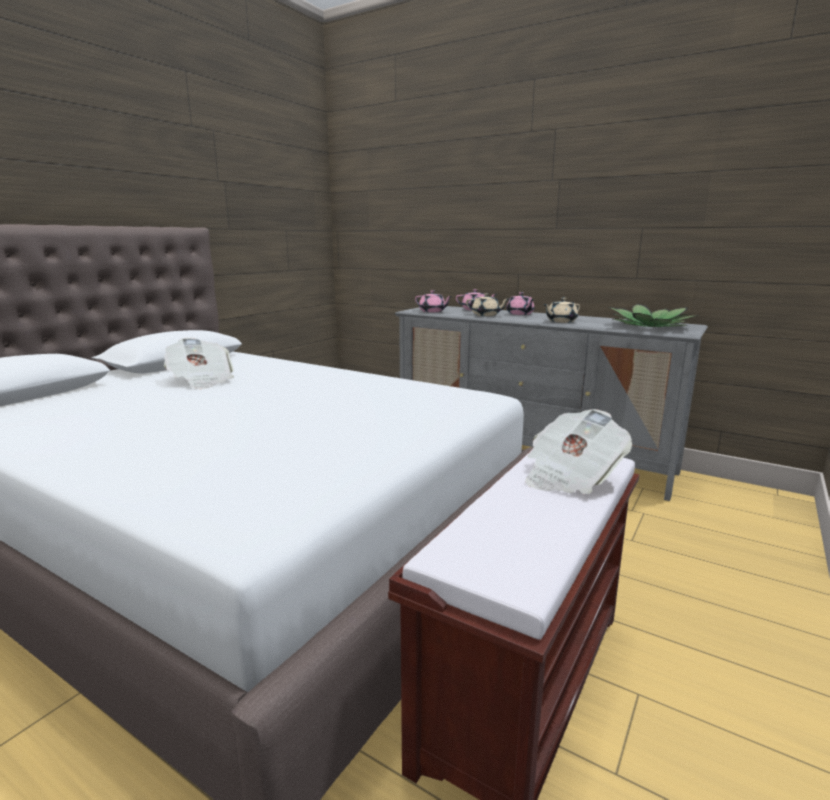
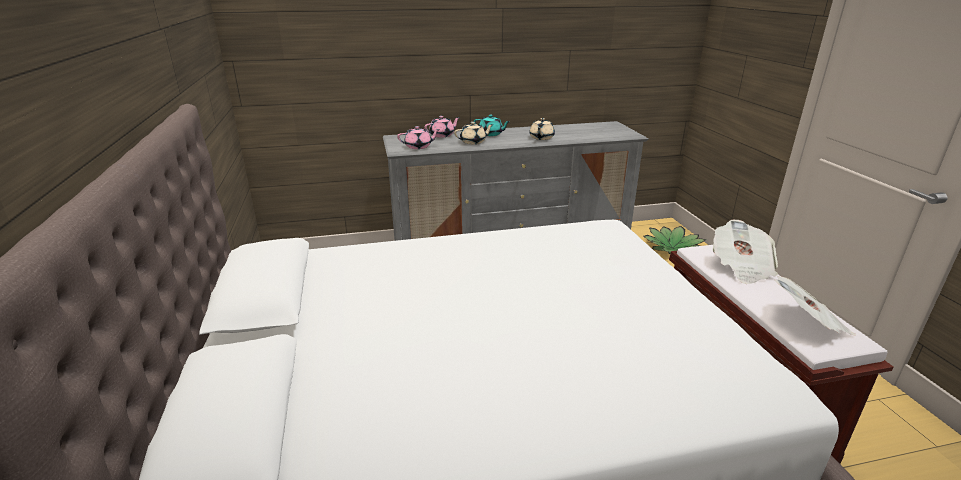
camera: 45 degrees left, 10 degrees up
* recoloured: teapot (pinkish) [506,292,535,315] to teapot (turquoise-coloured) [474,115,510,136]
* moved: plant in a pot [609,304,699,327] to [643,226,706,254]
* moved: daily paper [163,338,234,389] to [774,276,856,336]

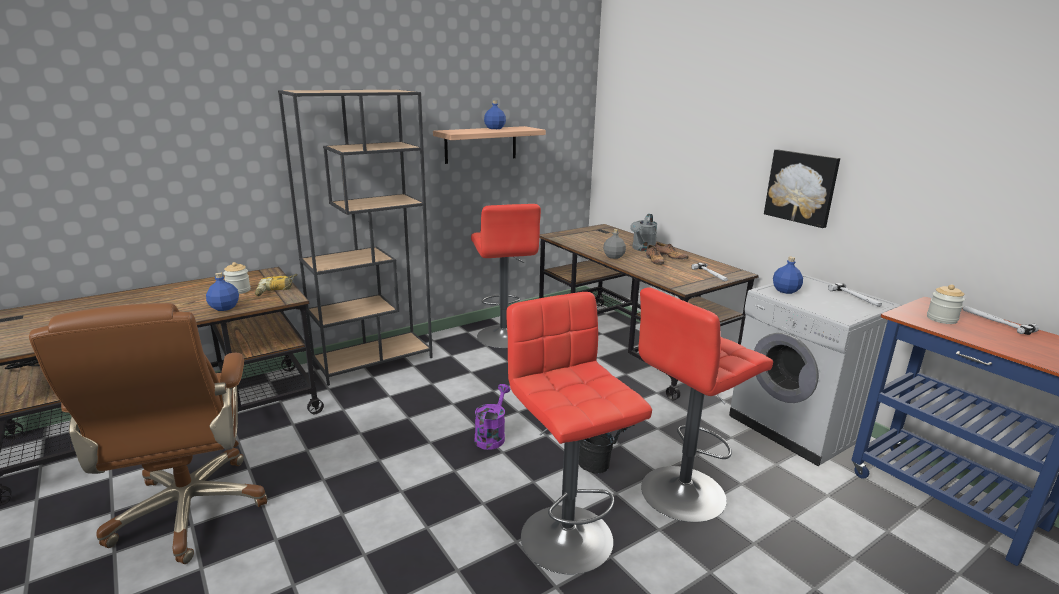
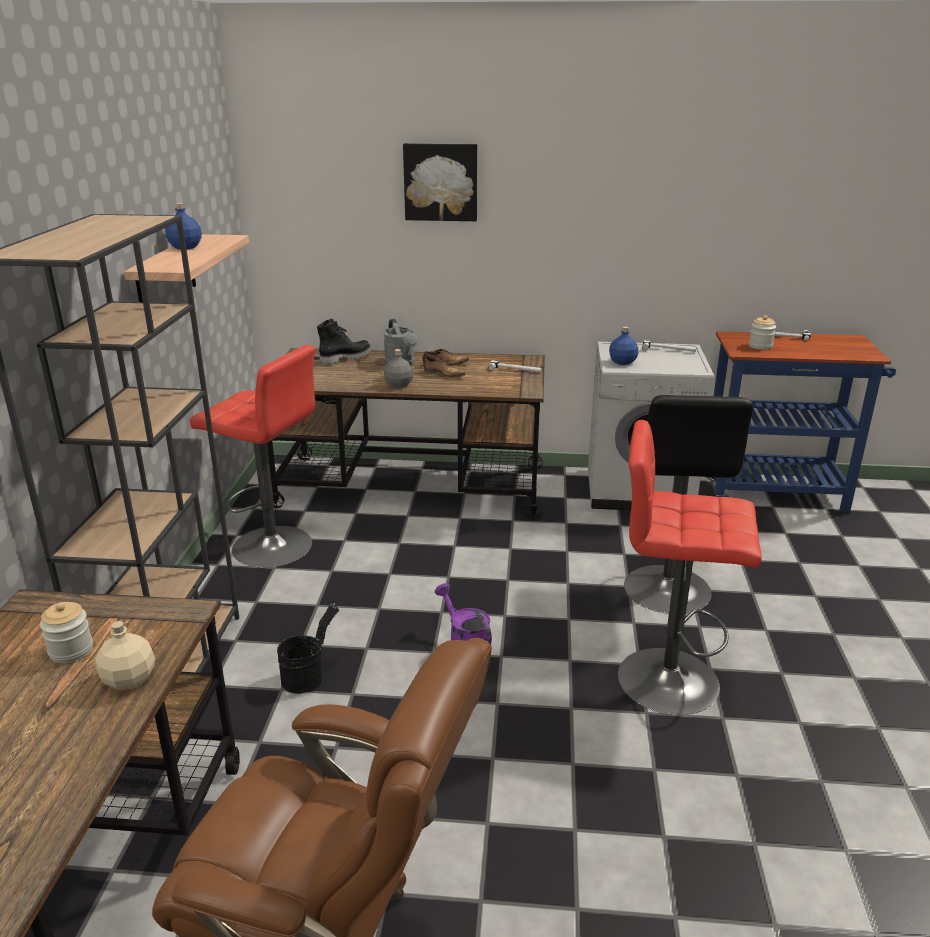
camera: 50 degrees left, 5 degrees up
* moved: wall art [764,149,840,228] to [403,143,478,221]
* recoloured: drink bottle (blue) [206,272,239,311] to drink bottle (beige-coloured) [95,621,155,690]
* removed: power drill [255,274,298,296]
* recoloured: sitting stool (red-coloured) [638,288,773,522] to sitting stool (blackish) [624,395,753,614]
* moved: bucket (blackish) [579,425,634,474] to [277,603,339,694]
* added: tall boot (blackish) [317,318,372,365]

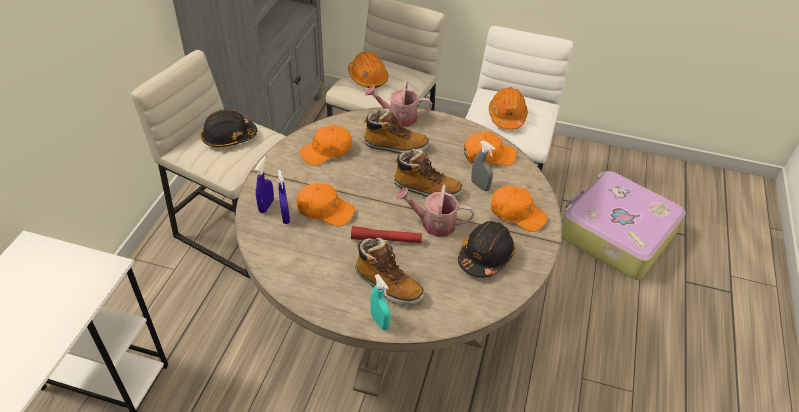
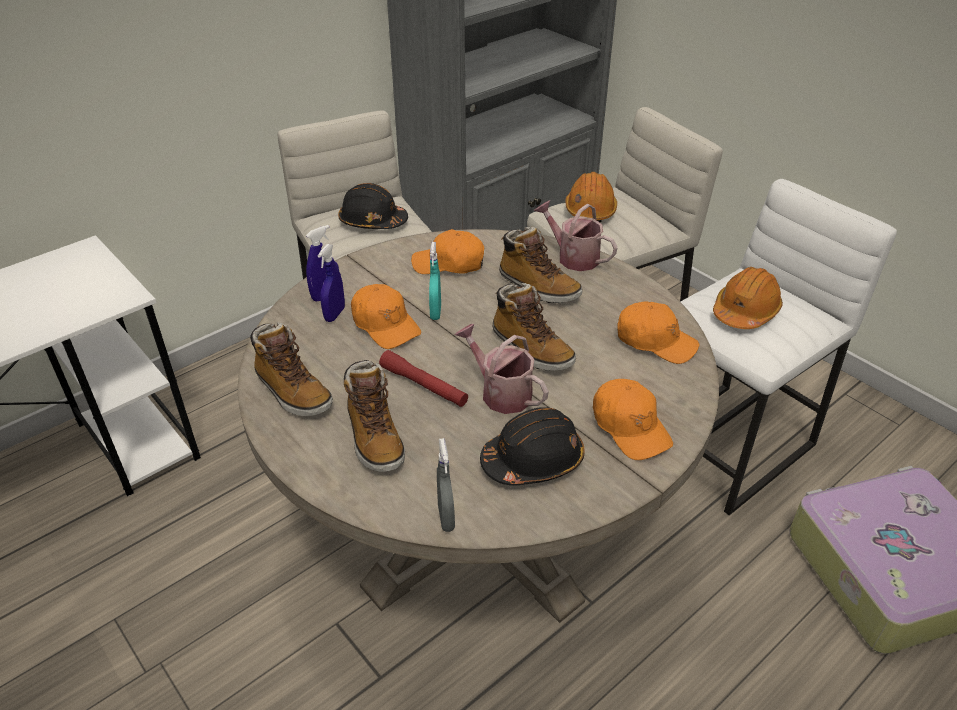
camera: 35 degrees right, 5 degrees down
* moved: hand sprayer (gray) [471,141,495,191] to [437,438,455,532]
* moved: hand sprayer (turquoise-coloured) [370,274,391,330] to [429,242,441,320]
* added: tall boot [250,322,333,416]

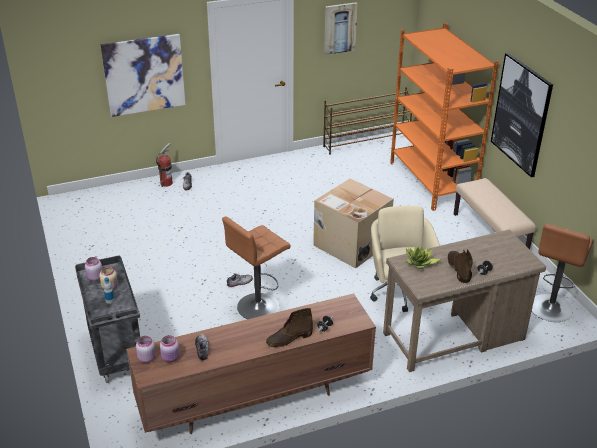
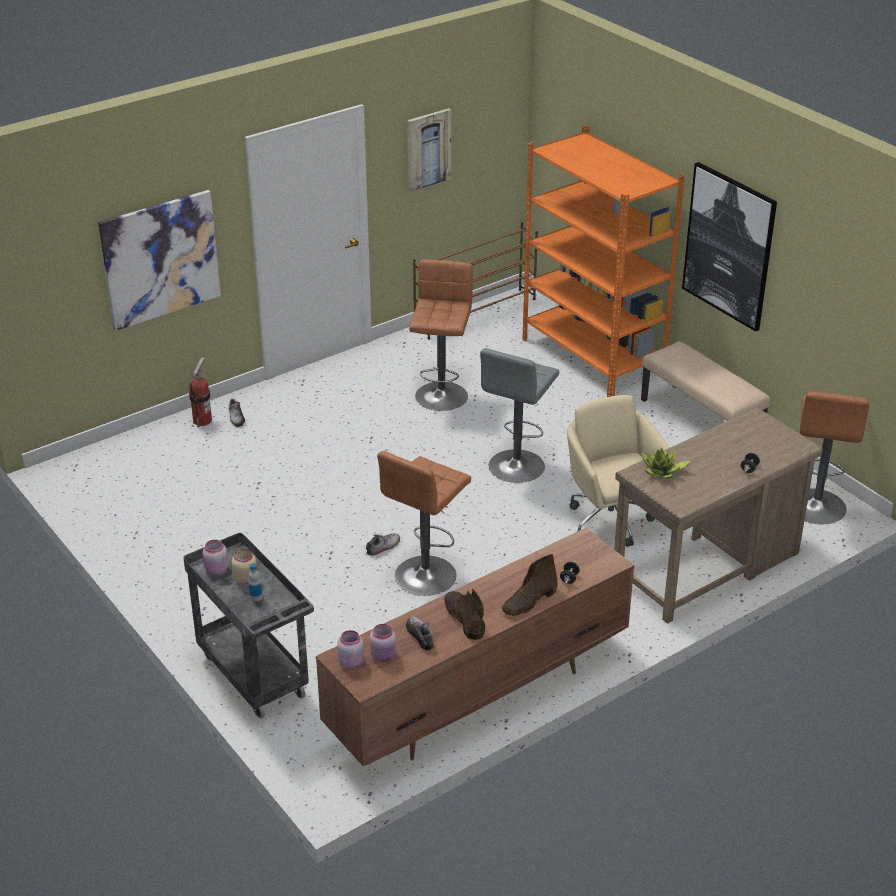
camera: 15 degrees left, 0 degrees up
* replaced: carton [313,178,394,269] to sitting stool (gray) [480,348,559,483]
* moved: tall boot (brown) [448,249,473,283] to [444,589,485,640]
* added: sitting stool (brown) [409,259,473,411]

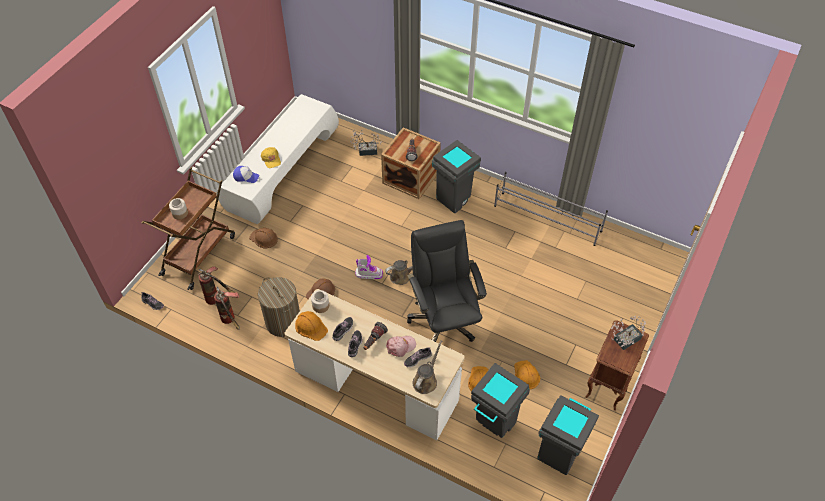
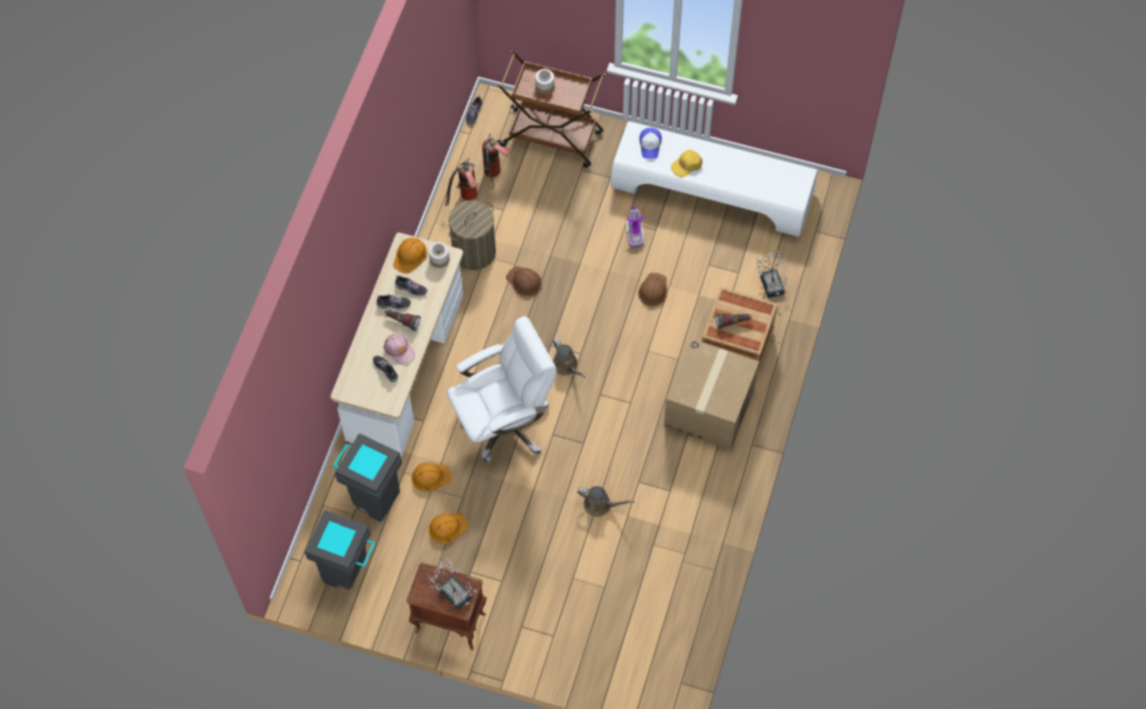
camera: 80 degrees right, 10 degrees up
* replaced: trash can (gray) [432,140,481,213] to carton [664,339,759,450]
* removed: shoe rack (gray) [494,172,608,246]
* recoloured: office chair (blackish) [407,220,487,342] to office chair (whitish) [447,316,557,463]
* moved: work helmet (brown) [249,228,278,249] to [638,273,667,306]
* moved: tall boot [355,255,383,279] to [626,206,644,247]
* moved: sprinkling can (brown) [412,341,442,394] to [577,486,635,517]

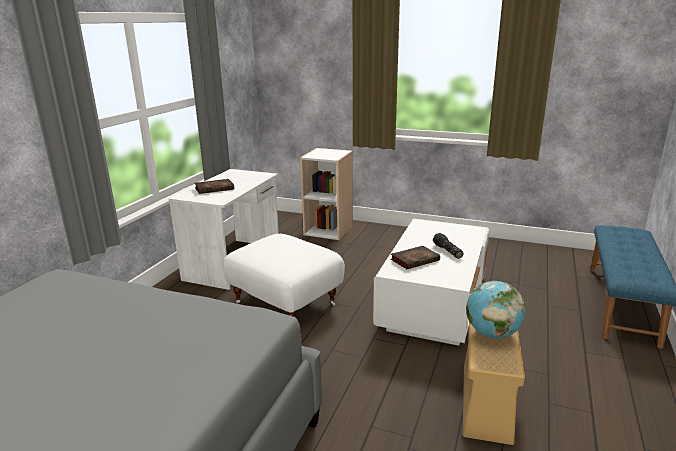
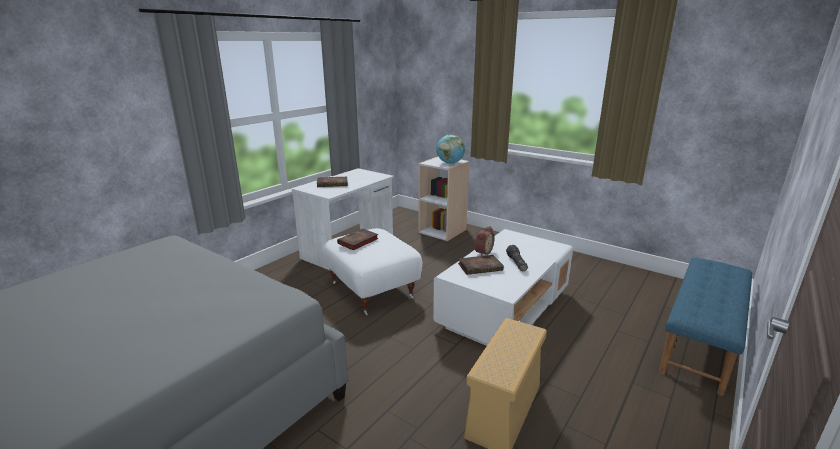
camera: 15 degrees right, 0 degrees up
* moved: world globe [466,281,526,338] to [436,135,465,164]
* added: table clock [475,226,495,256]
* added: bound book [337,229,379,250]

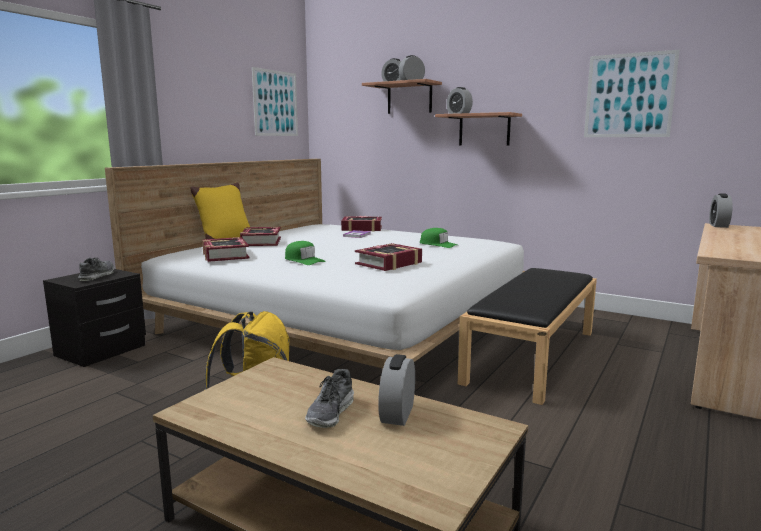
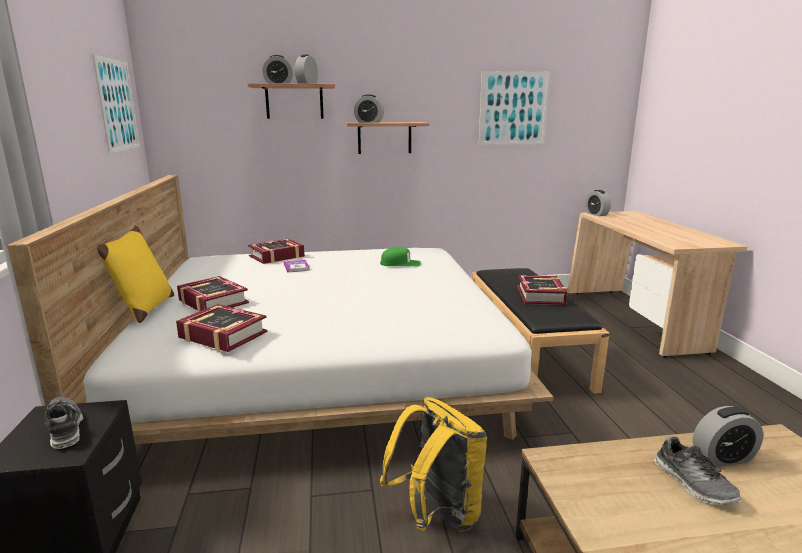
camera: 40 degrees left, 5 degrees up
* removed: cap (greenish) [285,241,326,265]
* moved: bound book [355,243,422,271] to [517,275,568,305]
* turned: table clock [378,354,415,426] = [693,406,764,467] 75 degrees counterclockwise

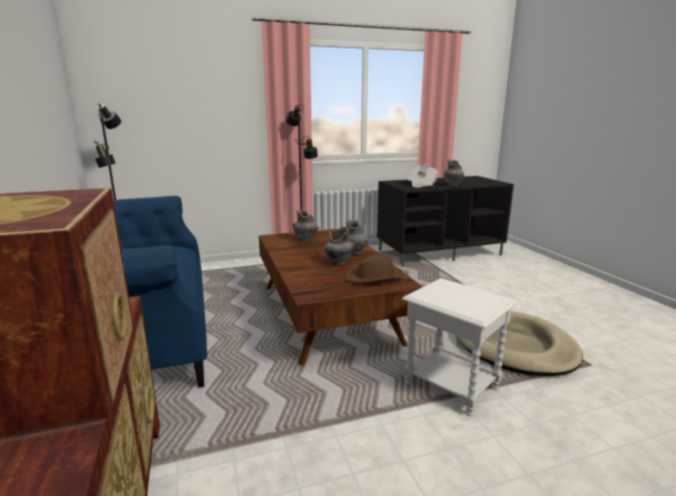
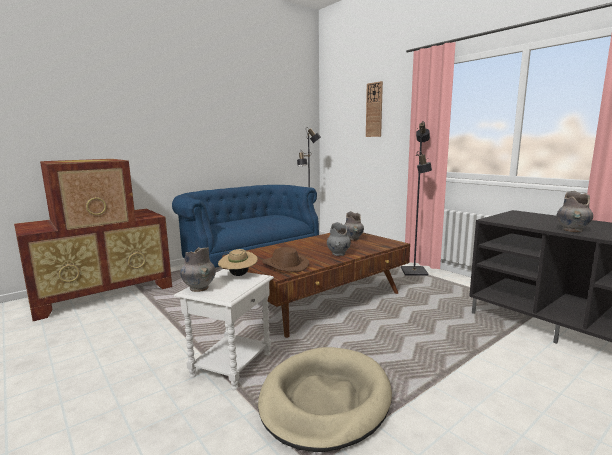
camera: 70 degrees right, 5 degrees down
* removed: daily paper [407,164,439,188]
* moved: decorative vase (gray) [322,227,354,265] to [180,247,216,292]
* added: wall clock [366,81,383,137]
* added: hat (beige-coloured) [218,249,258,276]

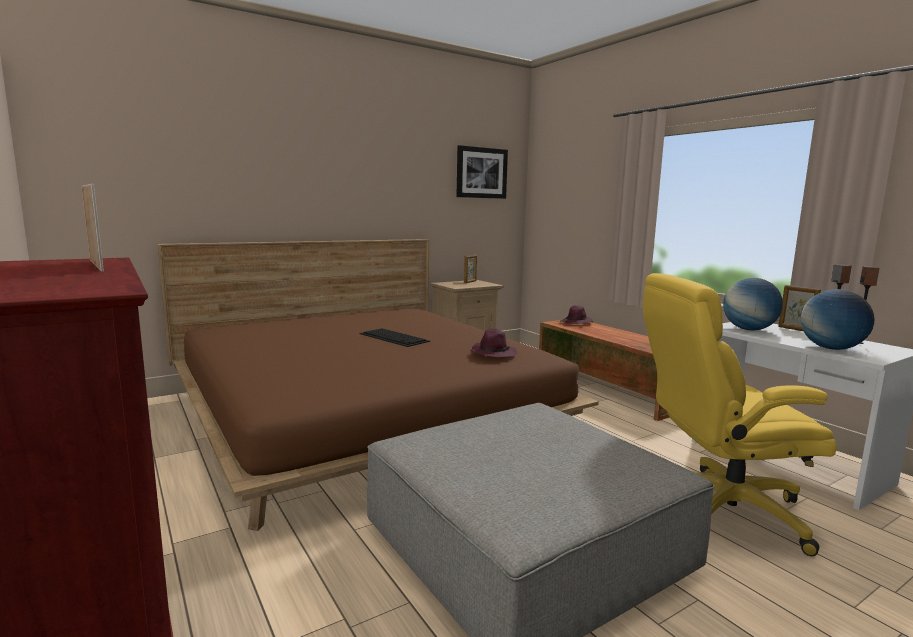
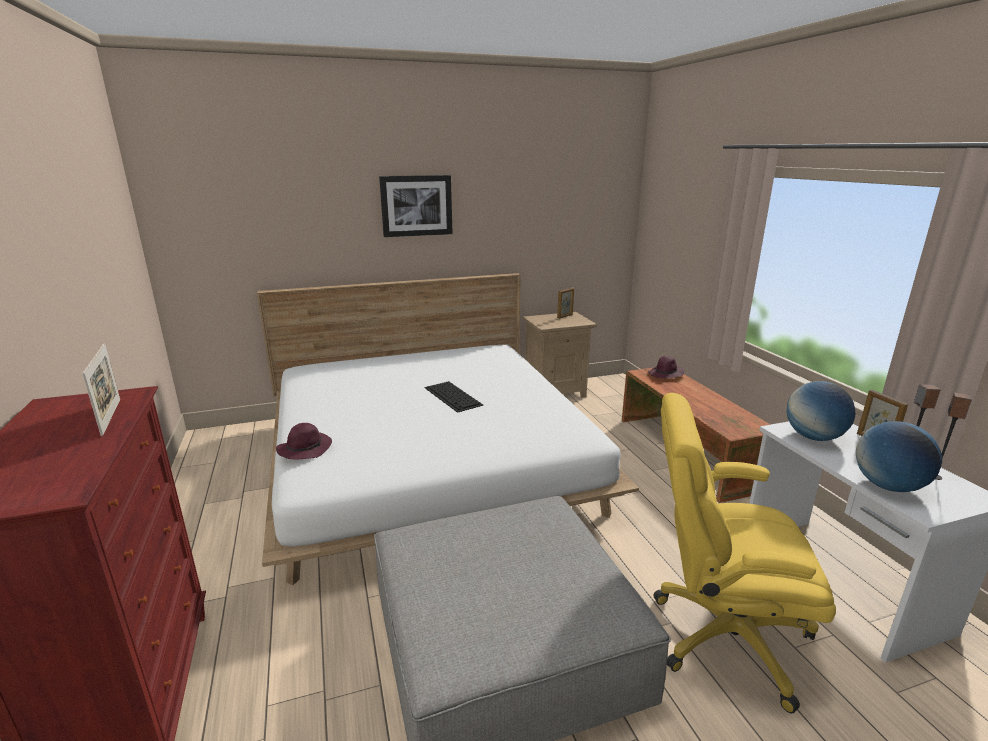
camera: 15 degrees right, 10 degrees up
* moved: wall art [456,145,508,199] to [379,175,453,237]
* recoloured: sleeping bed (brown) [157,239,599,531] to sleeping bed (whitish) [257,273,639,585]
* moved: hat (purple) [470,329,517,357] to [276,423,332,459]

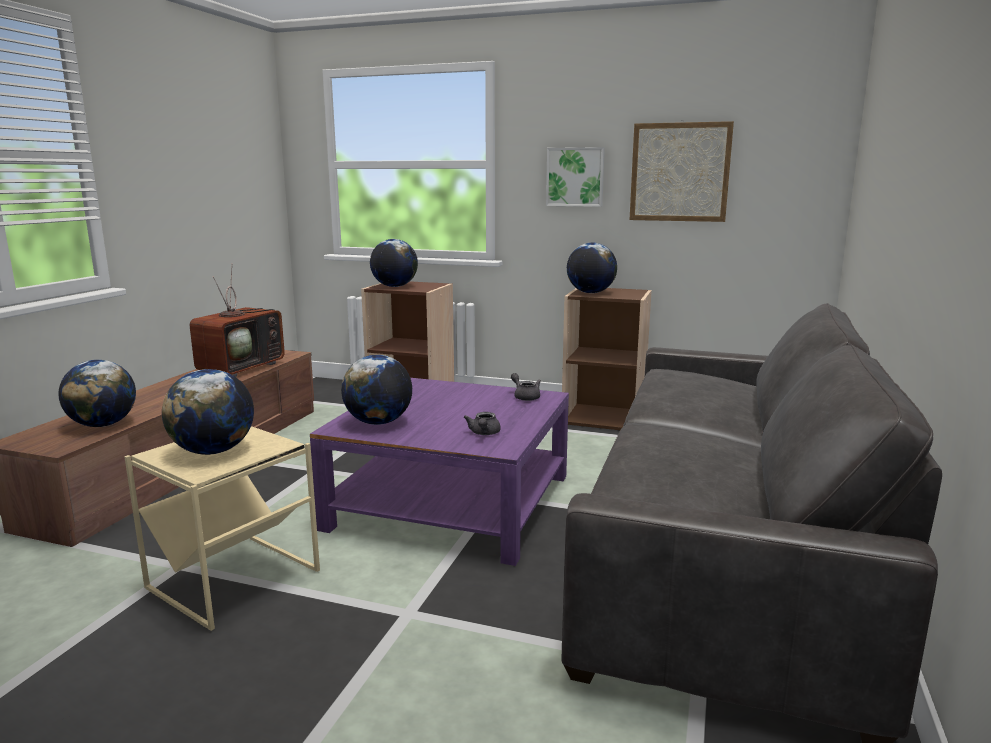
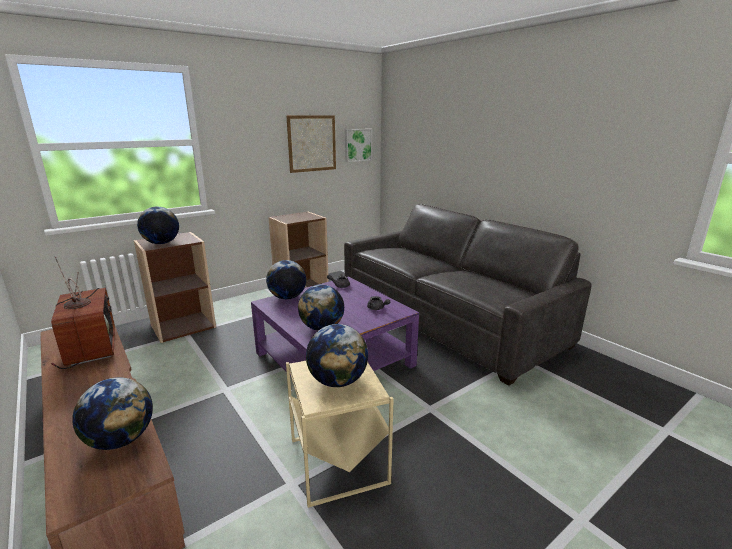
camera: 55 degrees left, 5 degrees up
* moved: wall art [546,147,605,207] to [345,129,372,162]
* moved: world globe [567,242,617,293] to [266,260,306,299]

